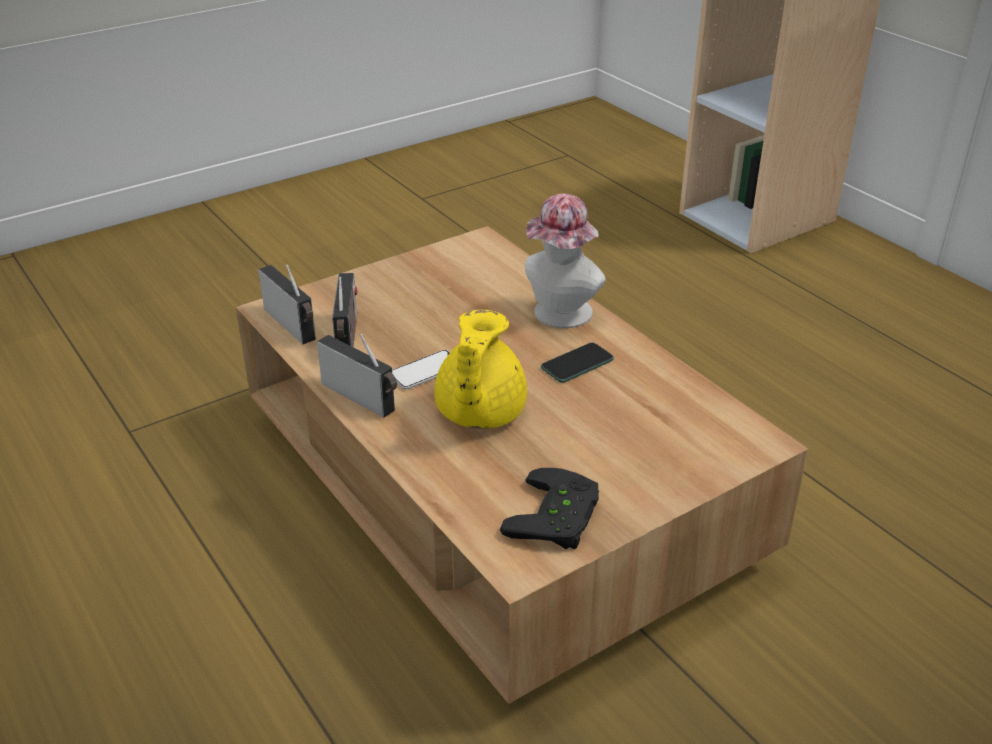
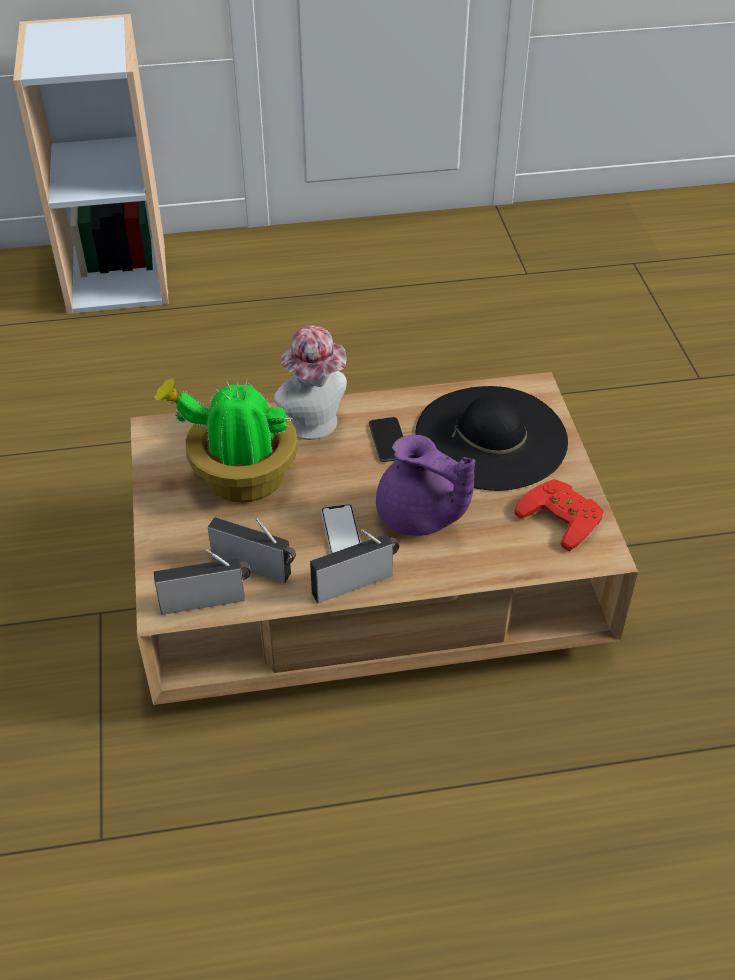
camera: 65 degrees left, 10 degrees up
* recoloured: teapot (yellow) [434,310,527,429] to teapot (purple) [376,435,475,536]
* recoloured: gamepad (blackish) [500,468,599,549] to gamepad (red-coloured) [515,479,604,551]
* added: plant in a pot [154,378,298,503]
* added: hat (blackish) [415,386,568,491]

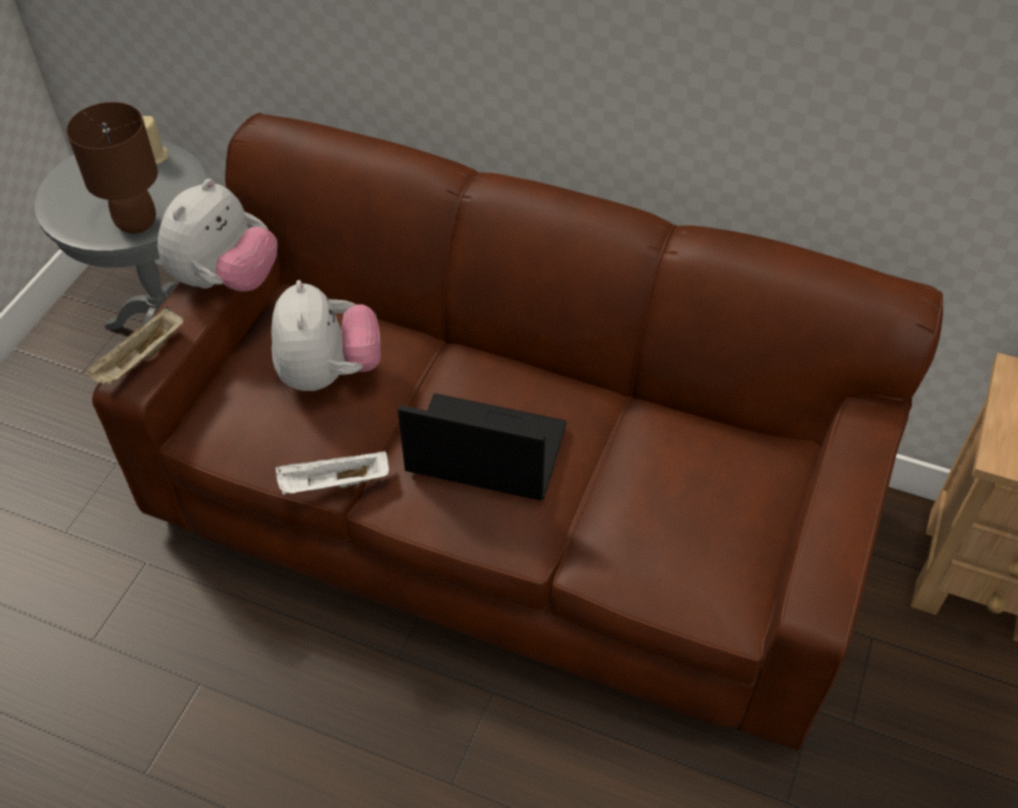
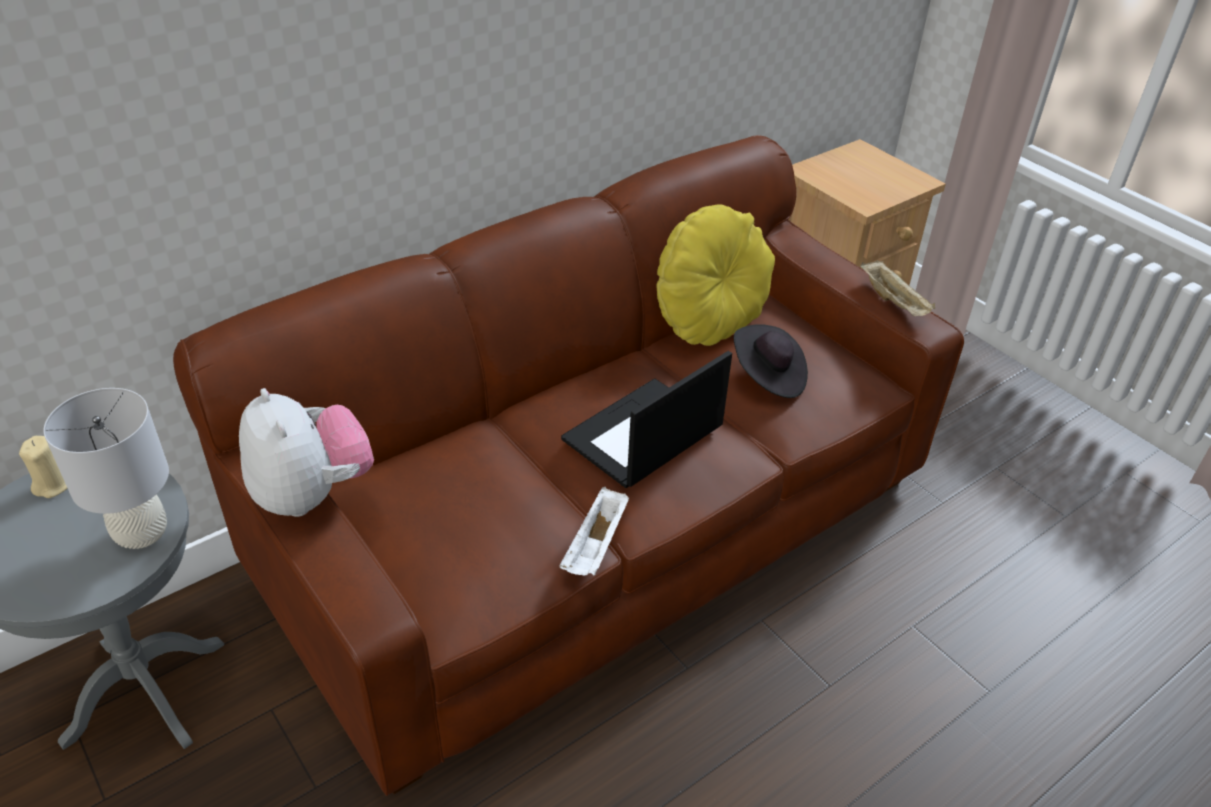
camera: 60 degrees left, 10 degrees down
* recoloured: table lamp (brown) [66,102,158,234] to table lamp (gray) [44,388,169,549]
* removed: plush toy [271,280,381,391]
* moved: carrying tray (beige-coloured) [84,306,184,385] to [860,260,935,316]
* added: throw pillow (yellow) [656,204,775,346]
* added: hat (blackish) [734,324,808,398]

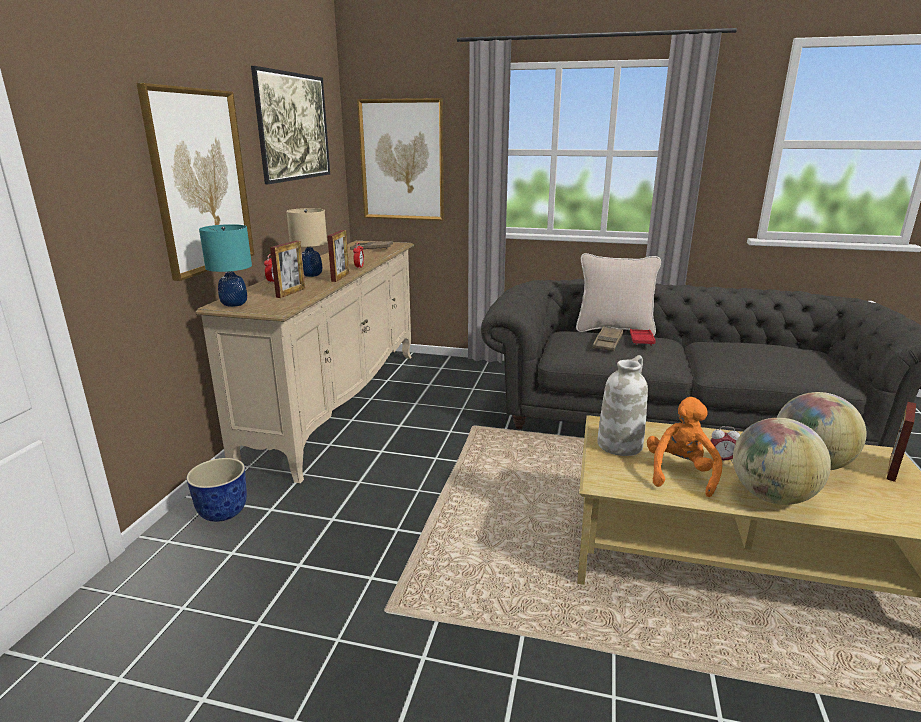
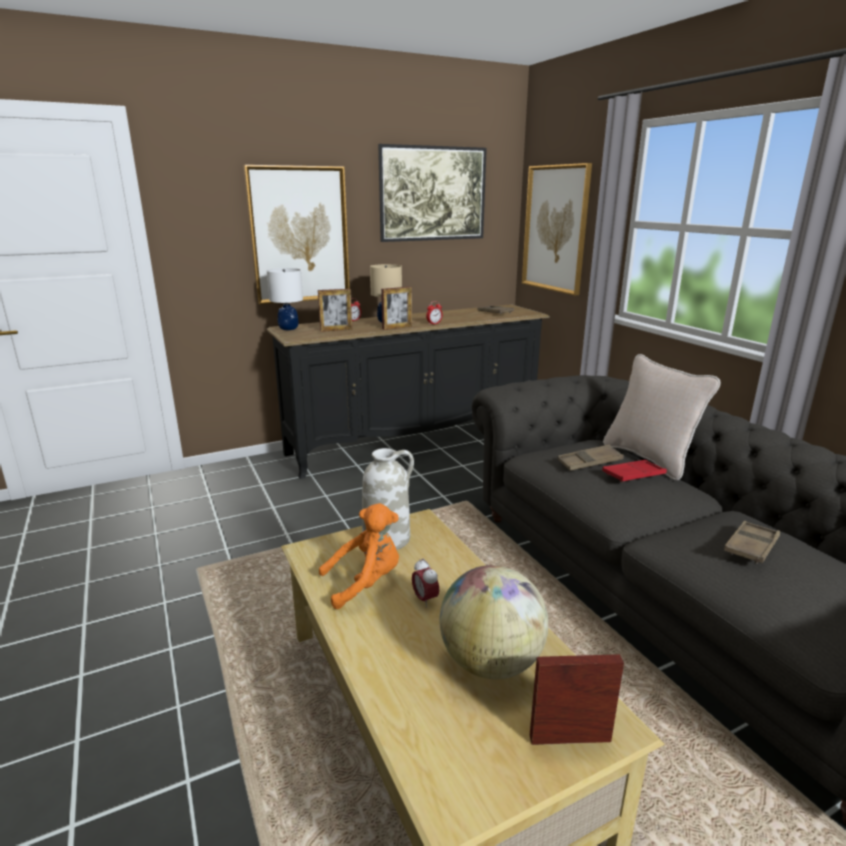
camera: 50 degrees right, 0 degrees up
* recoloured: table lamp (turquoise-coloured) [199,224,252,307] to table lamp (whitish) [267,268,303,330]
* recoloured: cupboard (beige-coloured) [196,241,414,483] to cupboard (blackish) [267,304,549,479]
* removed: world globe [733,418,831,505]
* removed: flower pot [186,458,247,522]
* added: carrying tray (brown) [724,521,780,564]

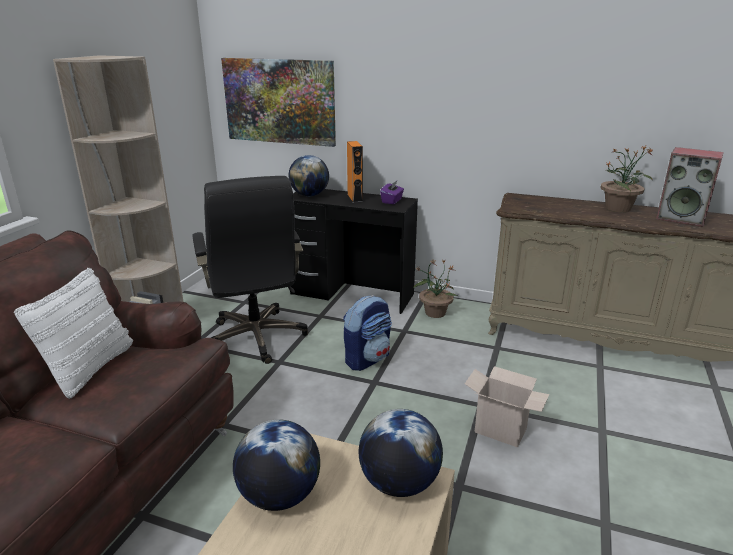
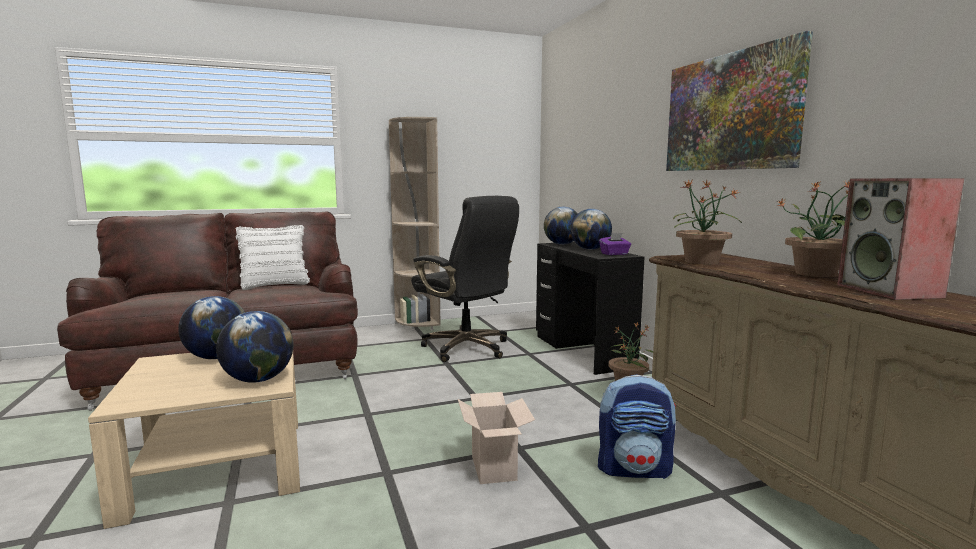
camera: 50 degrees right, 15 degrees down
* moved: wall art [221,58,336,147] to [666,31,813,171]
* replaced: loudspeaker (orange-coloured) [347,141,363,202] to world globe [570,209,612,250]
* turned: office chair (blackish) [193,176,308,364] = [411,196,519,362] 75 degrees counterclockwise
* moved: backpack [343,295,392,371] to [598,374,676,479]
* added: plant in a pot [673,180,742,264]

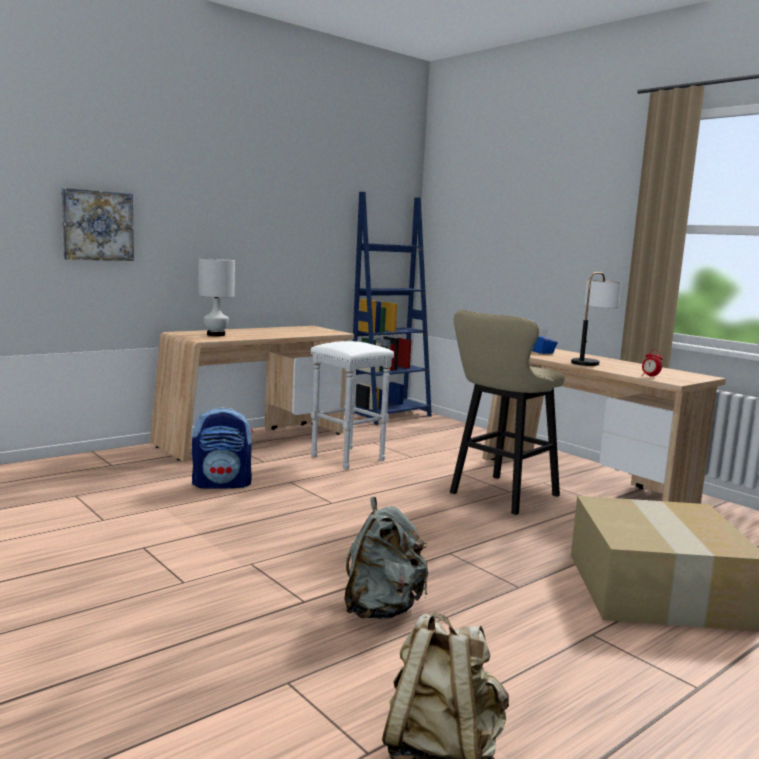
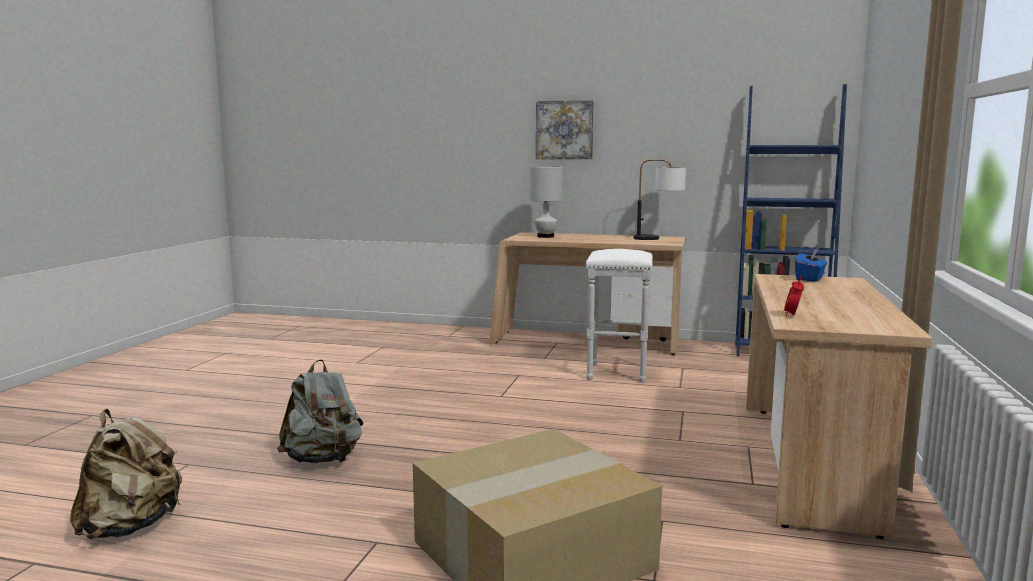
camera: 55 degrees right, 0 degrees up
* moved: wall art [61,188,134,261] to [536,100,594,159]
* moved: table lamp [571,272,622,366] to [633,159,686,240]
* removed: sitting stool (beige-coloured) [450,310,565,515]
* removed: backpack [192,407,253,489]

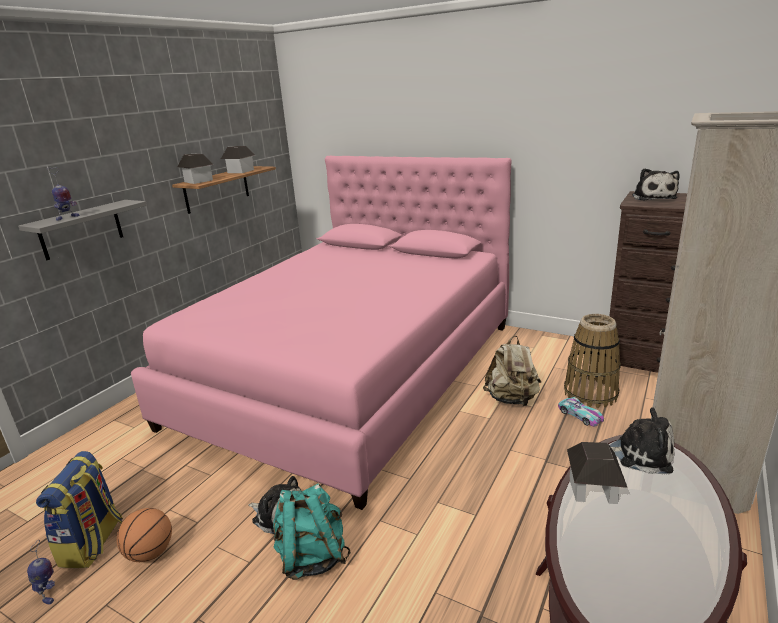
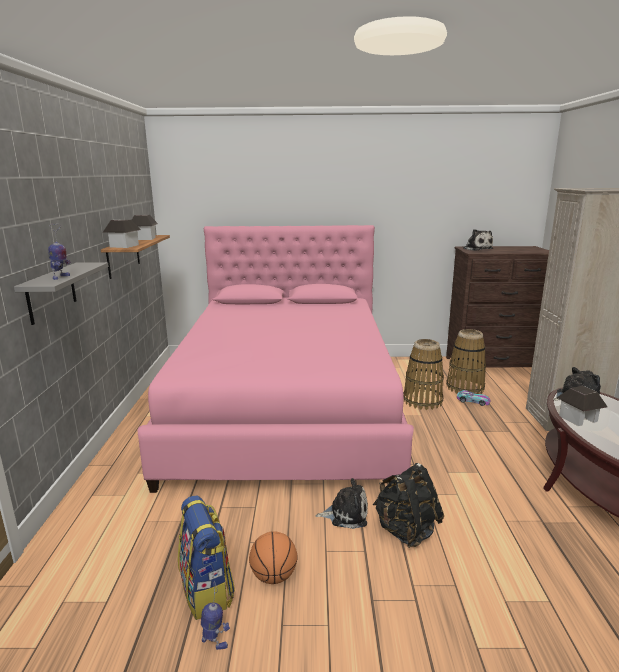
camera: 30 degrees left, 5 degrees down
* replaced: backpack (beige-coloured) [483,336,541,406] to storage basket [403,339,444,410]
* recoloured: backpack (turquoise-coloured) [273,483,351,580] to backpack (blackish) [373,463,444,548]

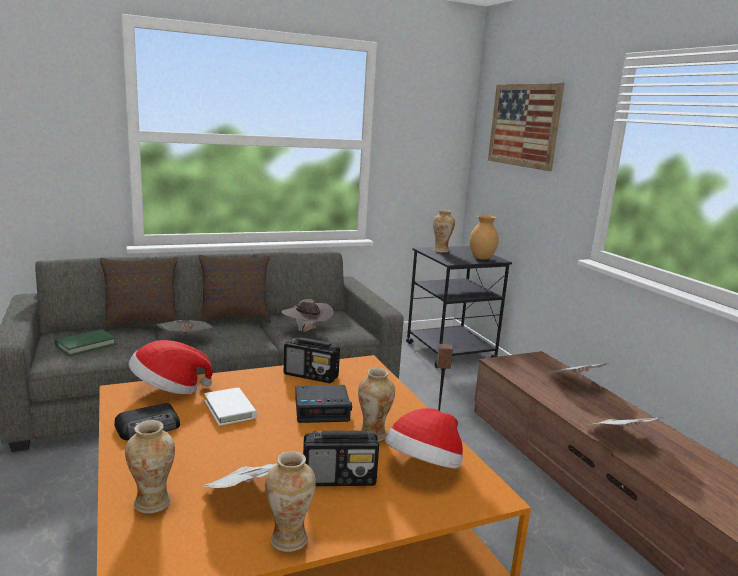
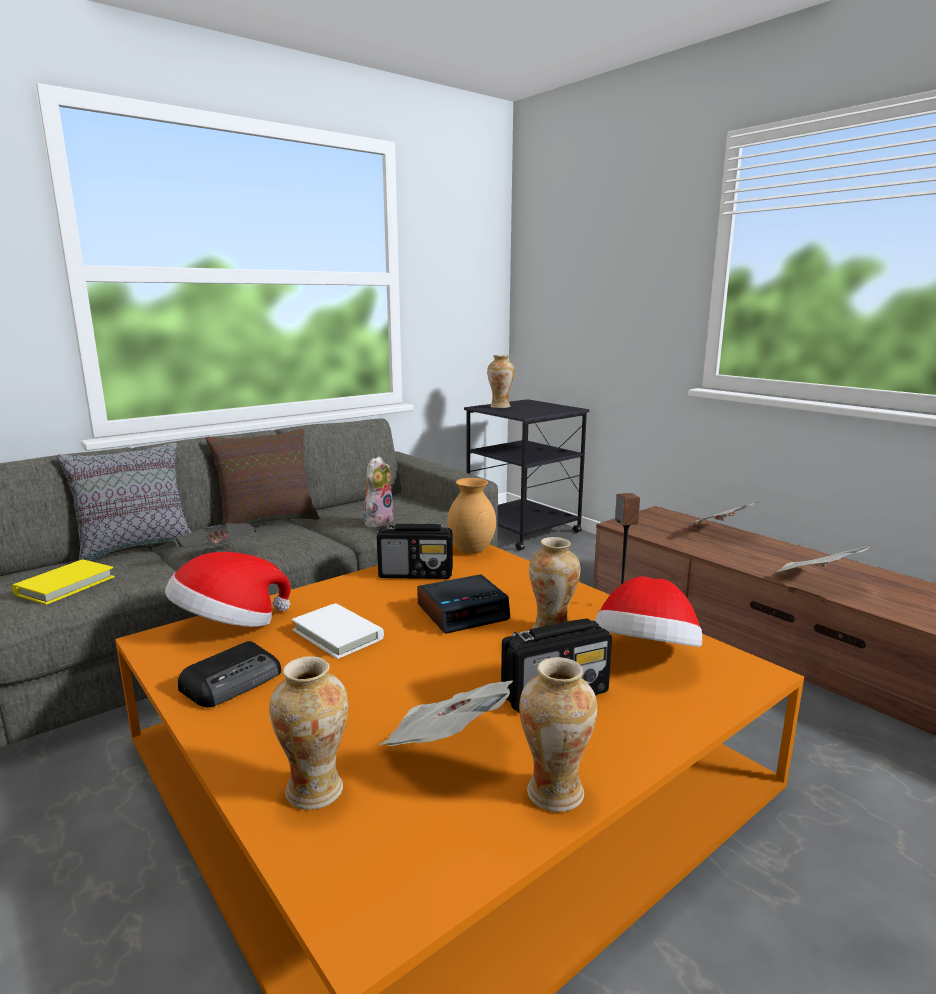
camera: 15 degrees left, 0 degrees up
* removed: wall art [488,83,565,171]
* moved: decorative vase (brown) [469,215,499,260] to [447,478,496,554]
* recoloured: throw pillow (brown) [100,257,179,332] to throw pillow (gray) [57,443,192,561]
* replaced: hat (brown) [281,299,334,332] to plush toy [363,456,395,528]
* recoloured: bound book (greenish) [55,329,117,356] to bound book (yellow) [12,559,115,605]

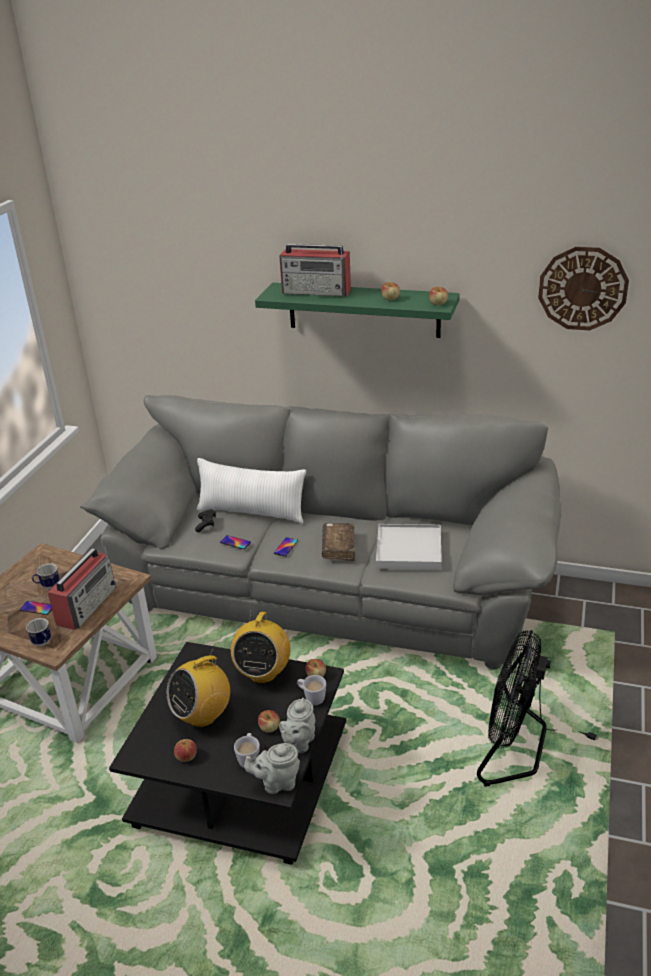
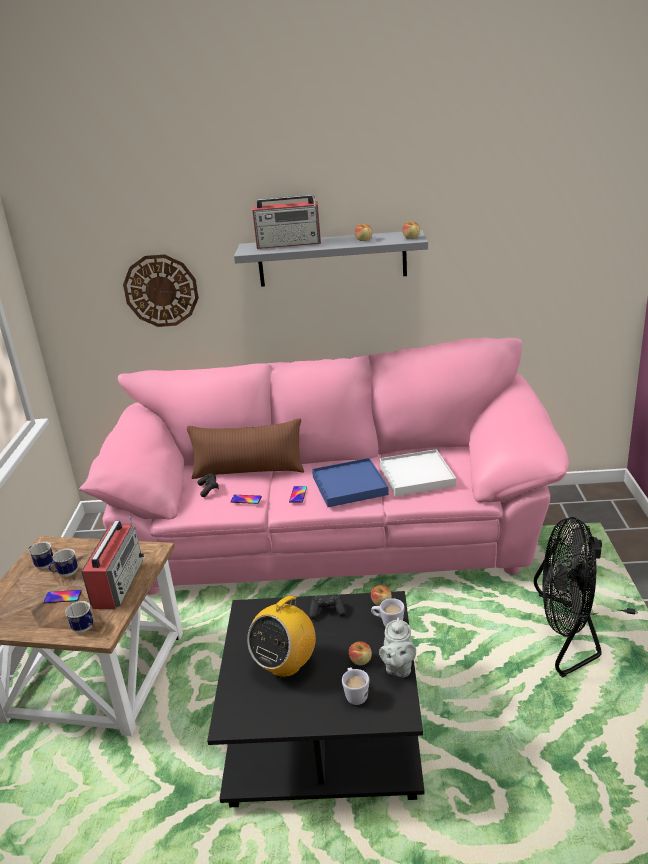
camera: 15 degrees left, 5 degrees down
* moved: wall clock [538,247,629,330] to [123,254,199,327]
* recoloured: wall shelf (greenish) [255,283,460,338] to wall shelf (gray) [234,230,428,287]
* recoloured: couch (gray) [80,395,561,670] to couch (pinkish) [79,338,569,595]
* recoloured: throw pillow (whitish) [197,458,306,524] to throw pillow (brown) [187,418,304,479]
* replaced: bound book (brown) [322,523,355,561] to carrying tray (blue) [312,458,389,507]
* replaced: radio receiver [231,609,291,684] to gamepad (blackish) [309,594,346,620]
* removed: whole apple [174,739,197,762]
* removed: teapot (gray) [244,743,300,794]
* added: tea mug [29,542,54,570]

